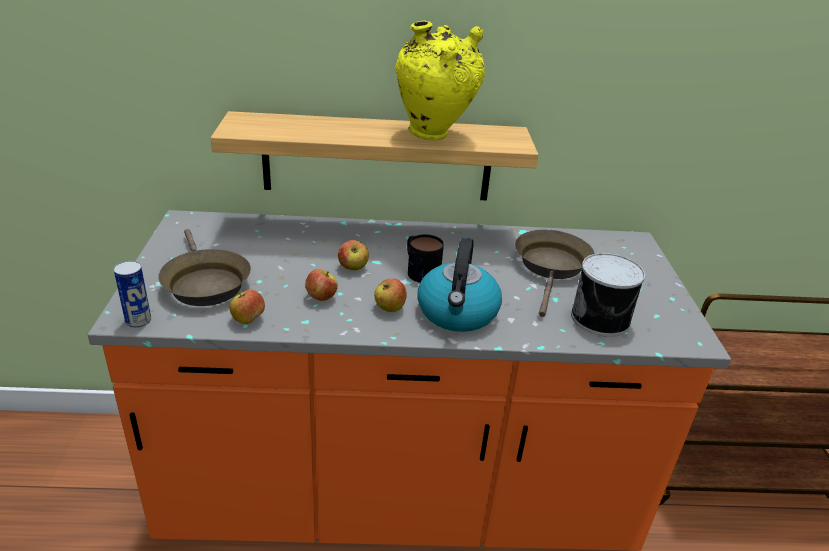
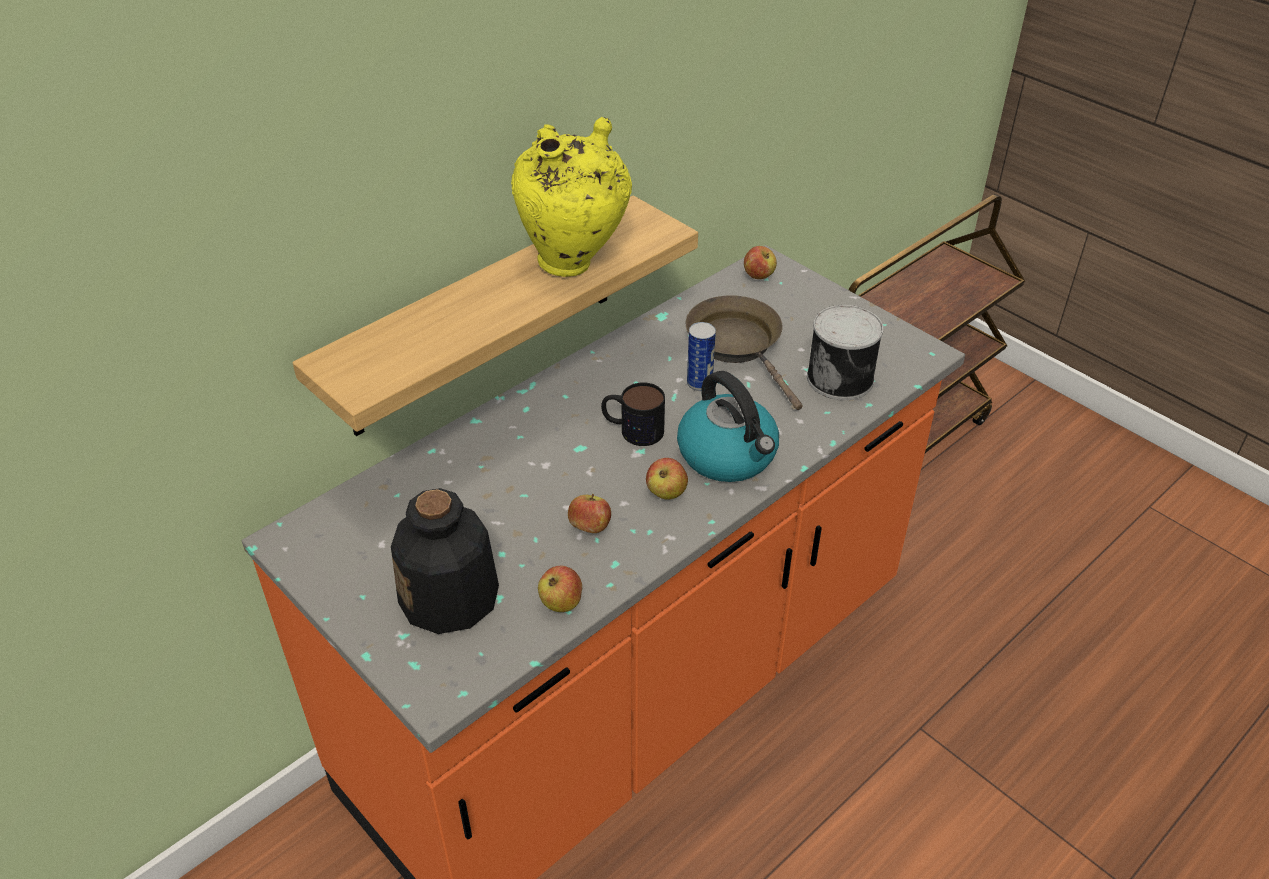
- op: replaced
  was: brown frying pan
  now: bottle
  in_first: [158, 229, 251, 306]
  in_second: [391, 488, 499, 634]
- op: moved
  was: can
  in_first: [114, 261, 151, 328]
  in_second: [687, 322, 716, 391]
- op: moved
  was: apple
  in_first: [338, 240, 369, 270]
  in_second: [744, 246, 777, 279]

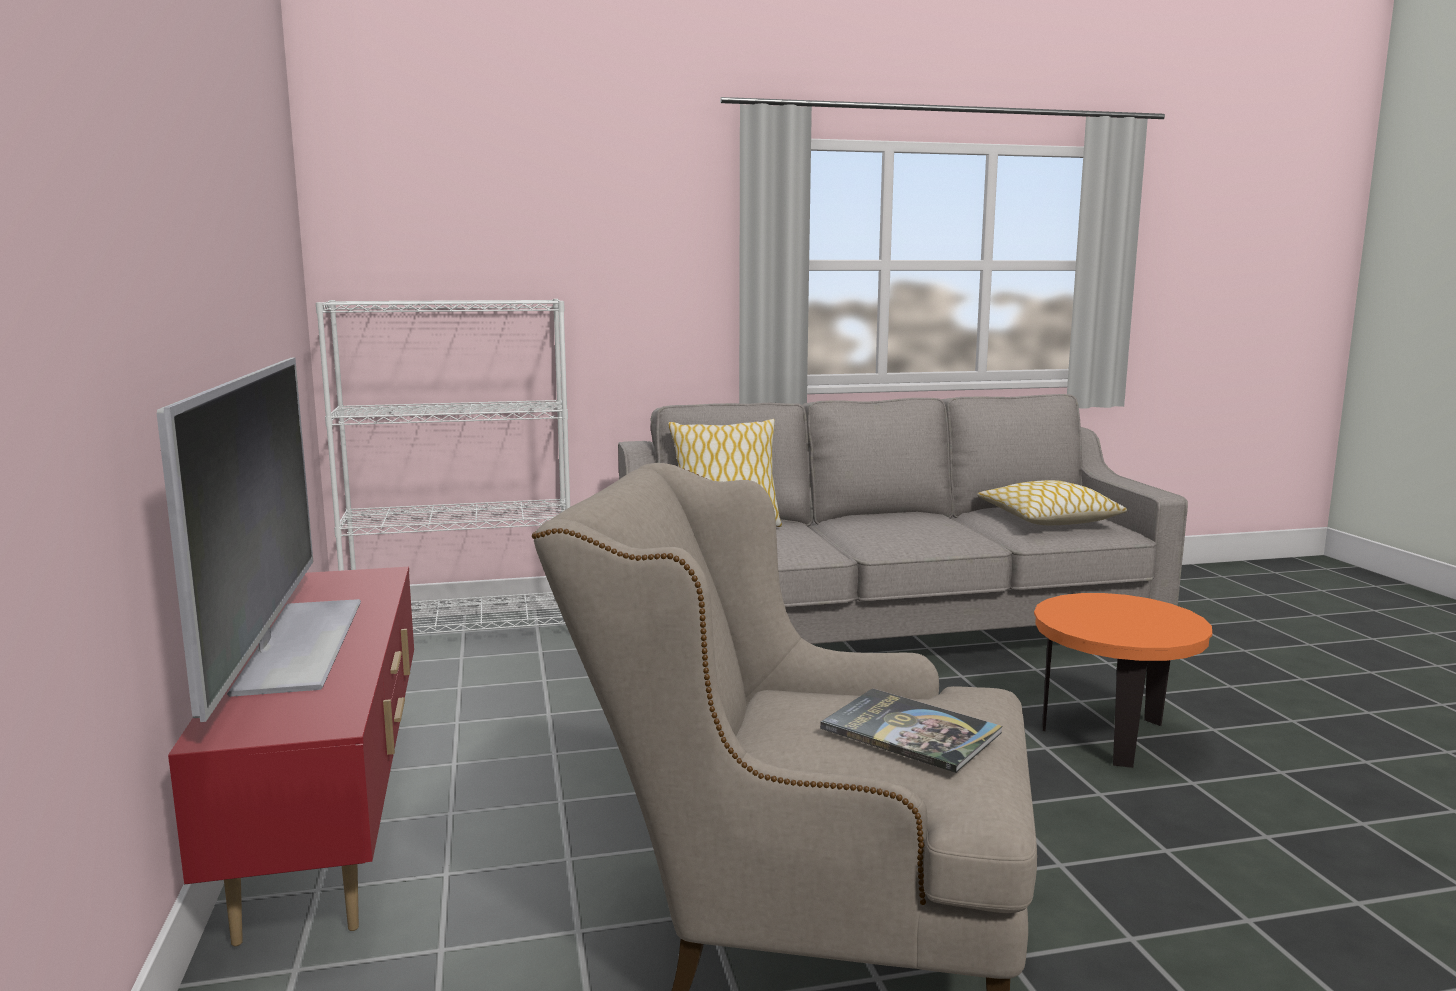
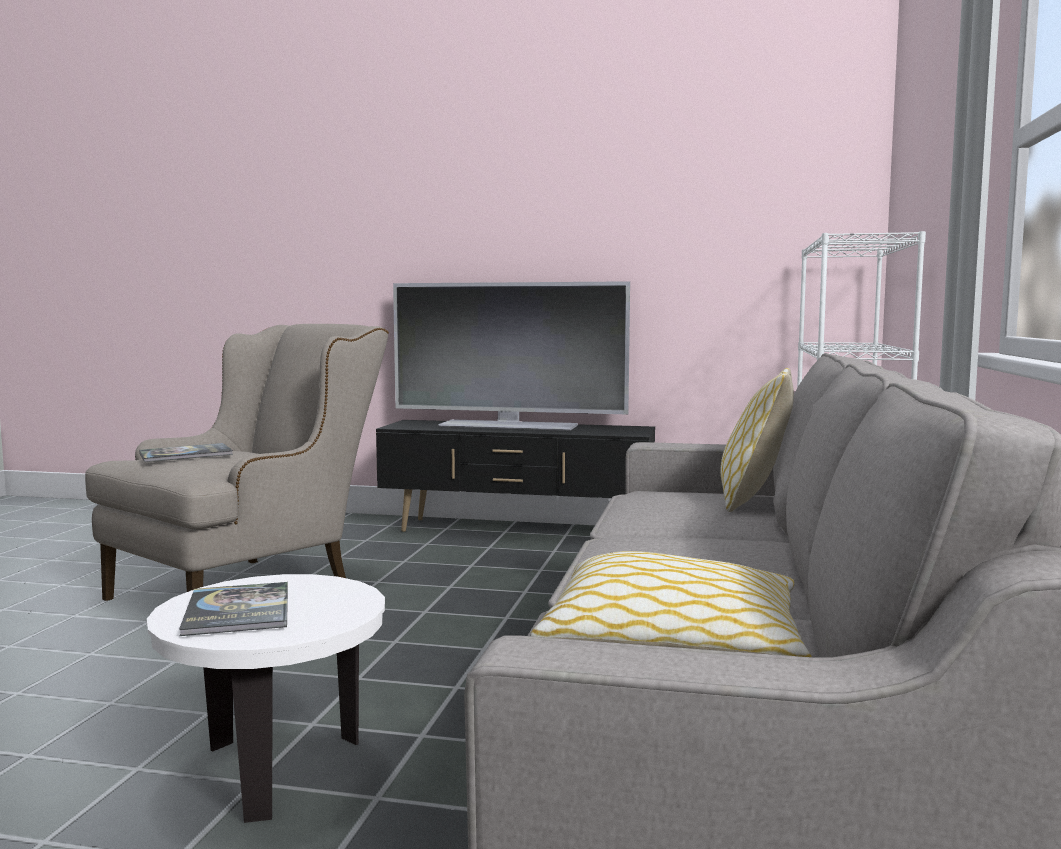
- op: recoloured
  was: orange side table
  now: white side table
  in_first: [1034, 593, 1212, 768]
  in_second: [147, 574, 385, 823]
- op: added
  now: book
  in_second: [179, 582, 288, 636]
- op: recoloured
  was: red tv stand
  now: black tv stand
  in_first: [168, 567, 414, 946]
  in_second: [376, 420, 655, 532]

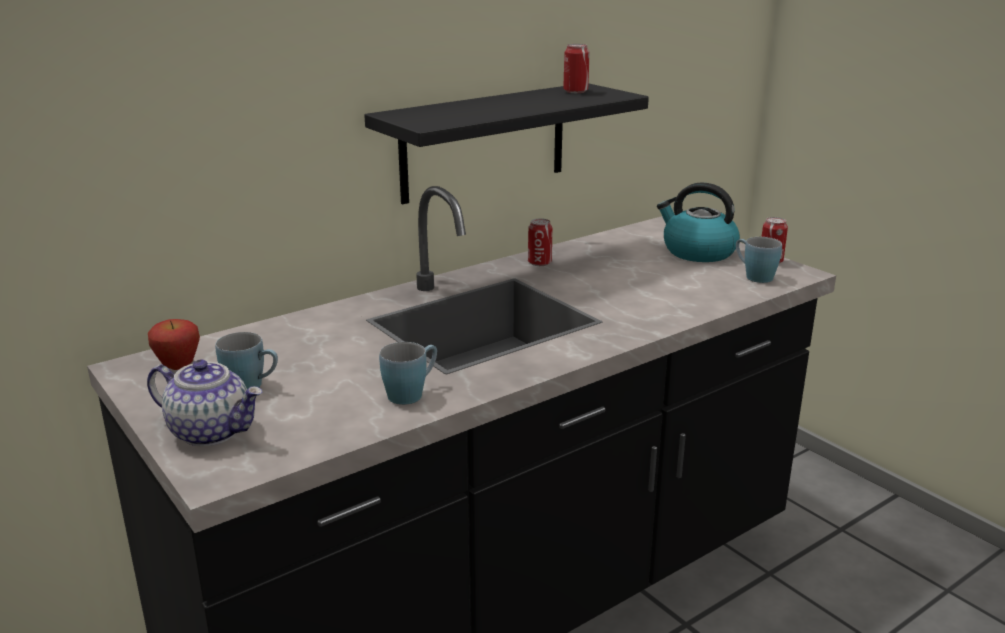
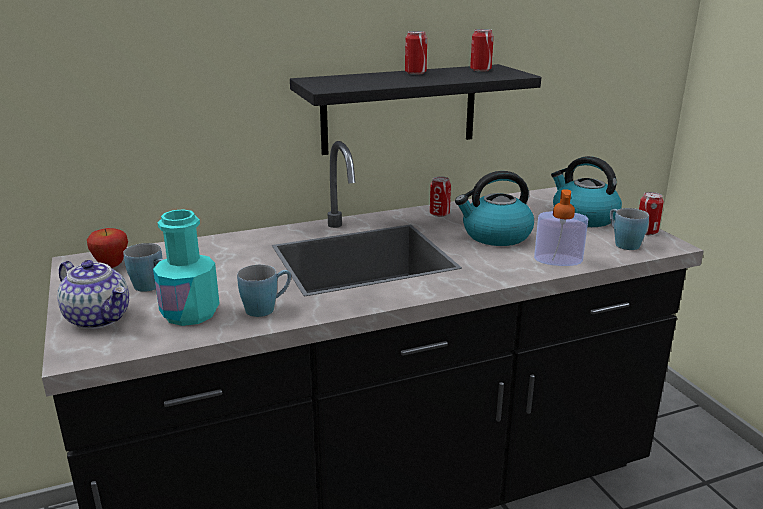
- op: added
  now: turquoise bottle
  in_second: [153, 209, 220, 326]
- op: added
  now: can
  in_second: [405, 31, 427, 75]
- op: added
  now: kettle
  in_second: [455, 171, 534, 246]
- op: added
  now: soap dispenser
  in_second: [534, 189, 588, 266]

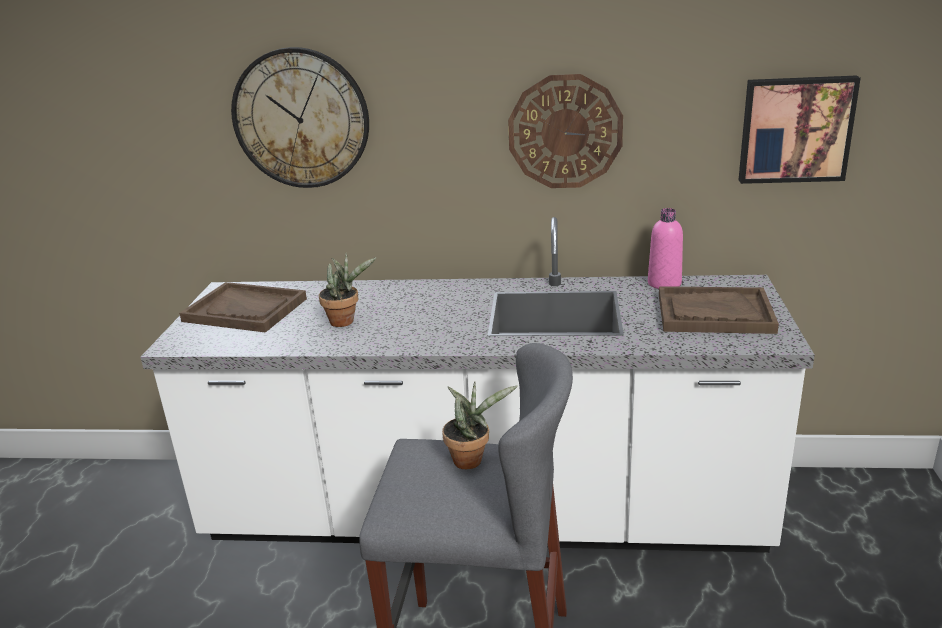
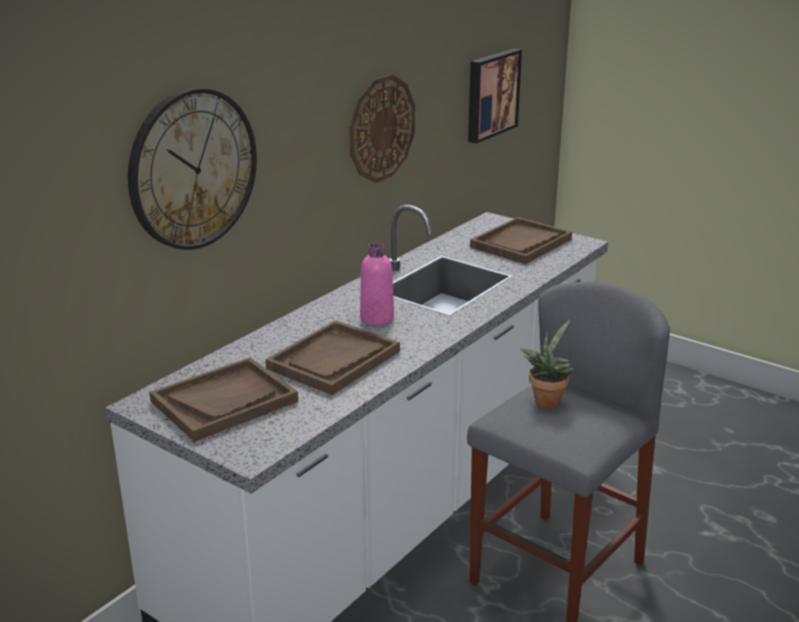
- op: replaced
  was: potted plant
  now: brown tray
  in_first: [319, 252, 376, 327]
  in_second: [265, 320, 400, 395]
- op: moved
  was: pink bottle
  in_first: [648, 208, 683, 289]
  in_second: [360, 243, 394, 325]

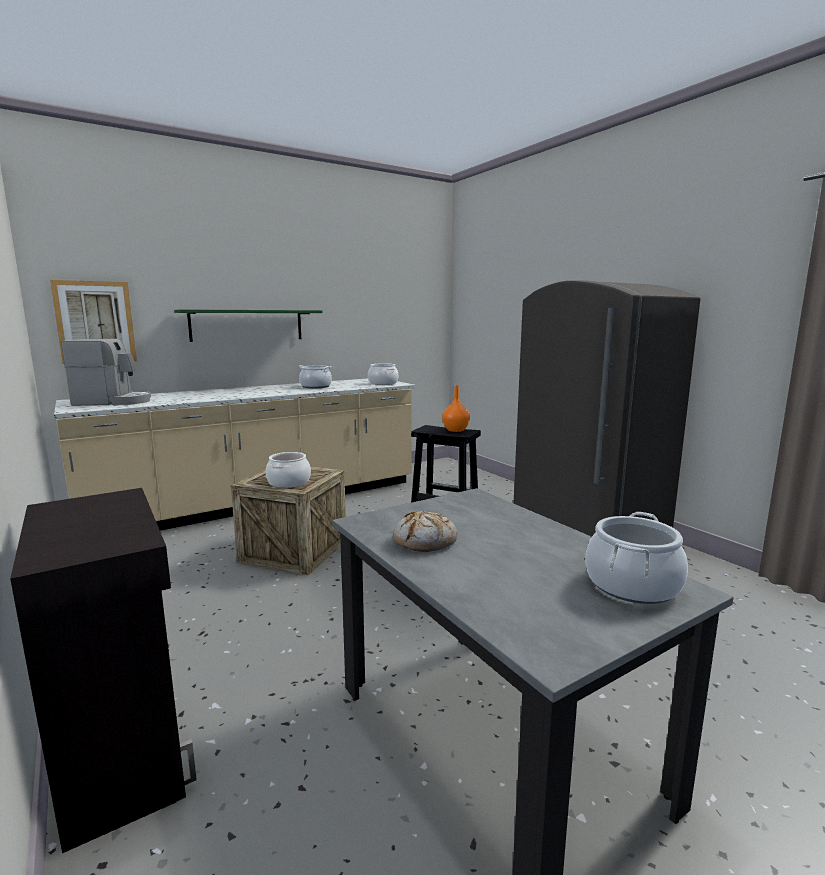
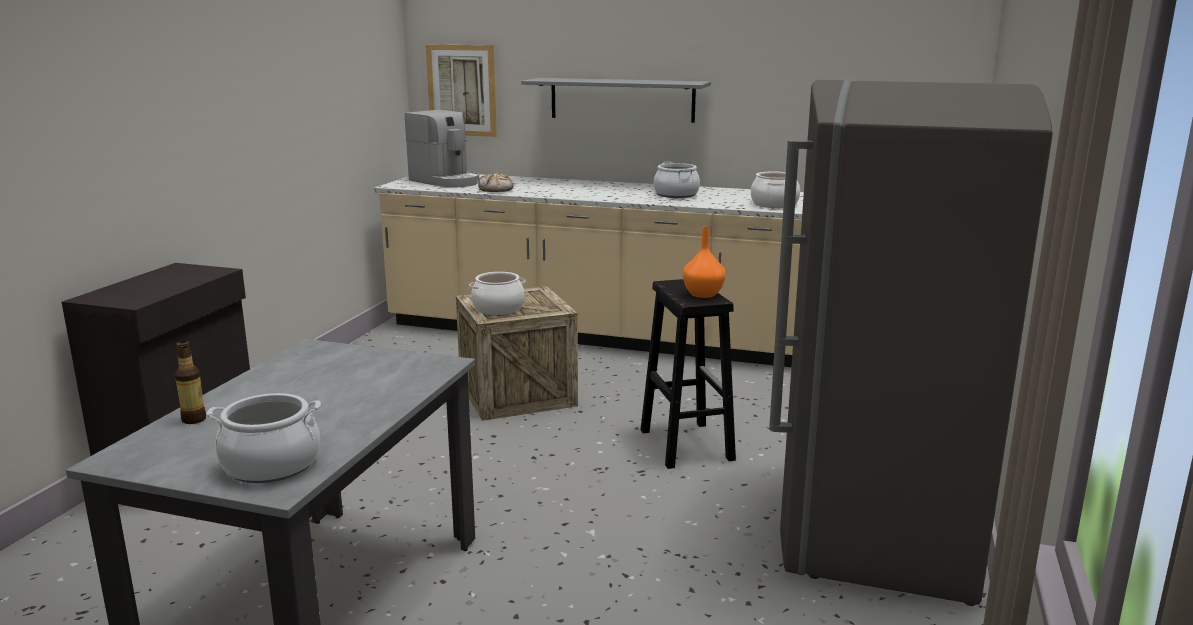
- op: added
  now: bottle
  in_second: [175, 341, 206, 424]
- op: moved
  was: bread
  in_first: [393, 511, 457, 552]
  in_second: [478, 173, 514, 192]
- op: recoloured
  was: green shelf
  now: grey shelf
  in_first: [174, 309, 323, 342]
  in_second: [521, 78, 711, 123]

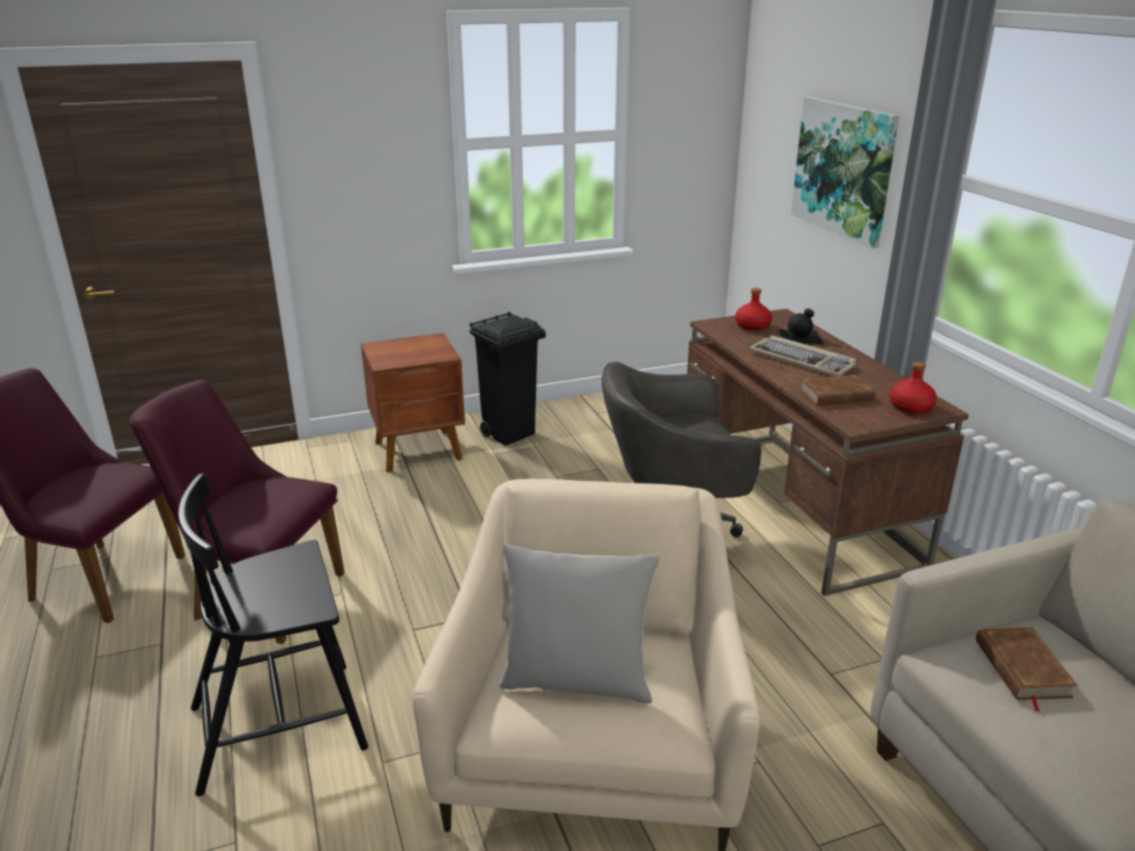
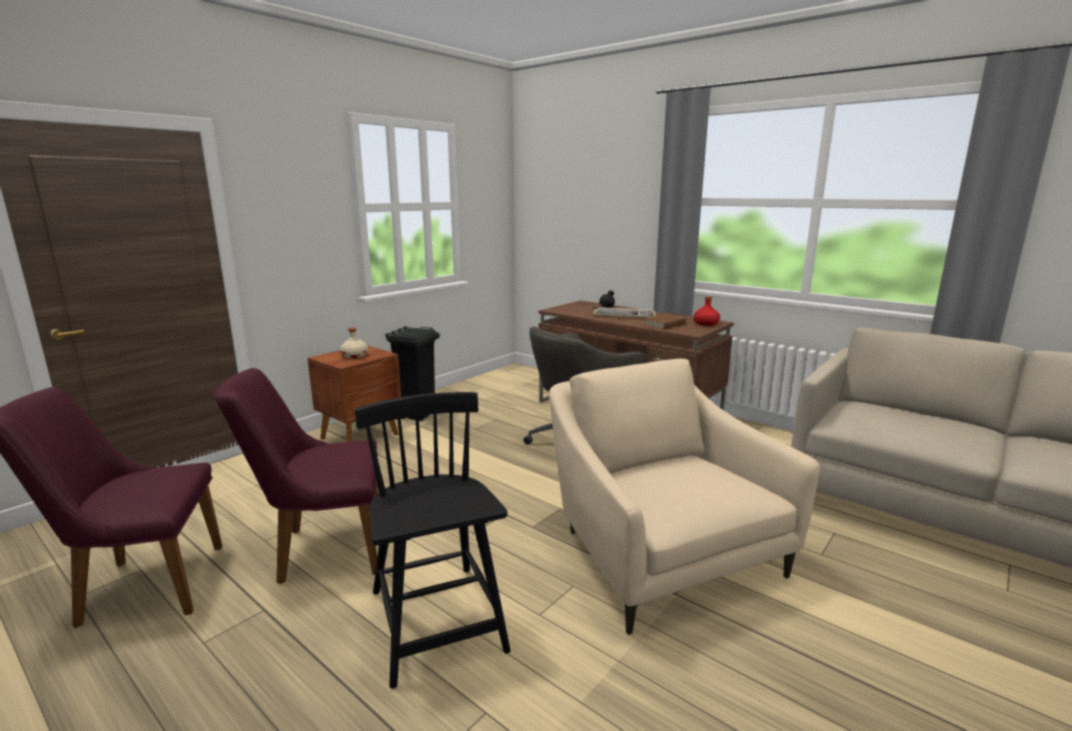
- op: added
  now: beige bottle
  in_second: [340, 327, 368, 359]
- op: turned
  was: black chair
  in_first: [178, 473, 368, 796]
  in_second: [355, 392, 511, 689]
  clockwise: 120
- op: removed
  was: grey pillow
  in_first: [499, 544, 660, 703]
- op: removed
  was: red bottle
  in_first: [735, 288, 772, 331]
- op: removed
  was: picture
  in_first: [791, 97, 899, 248]
- op: removed
  was: brown book
  in_first: [976, 628, 1078, 712]

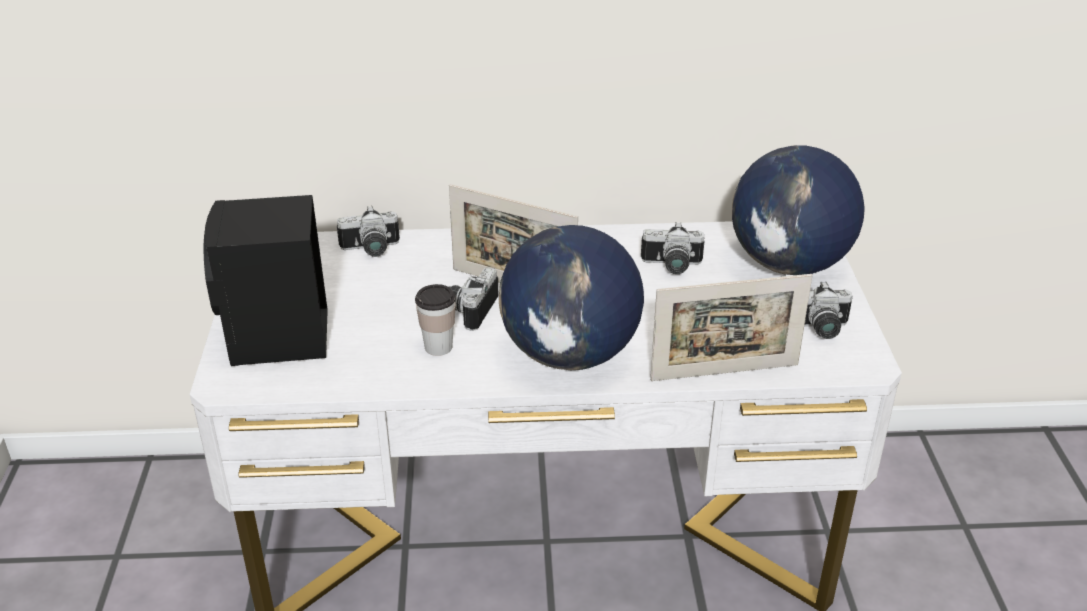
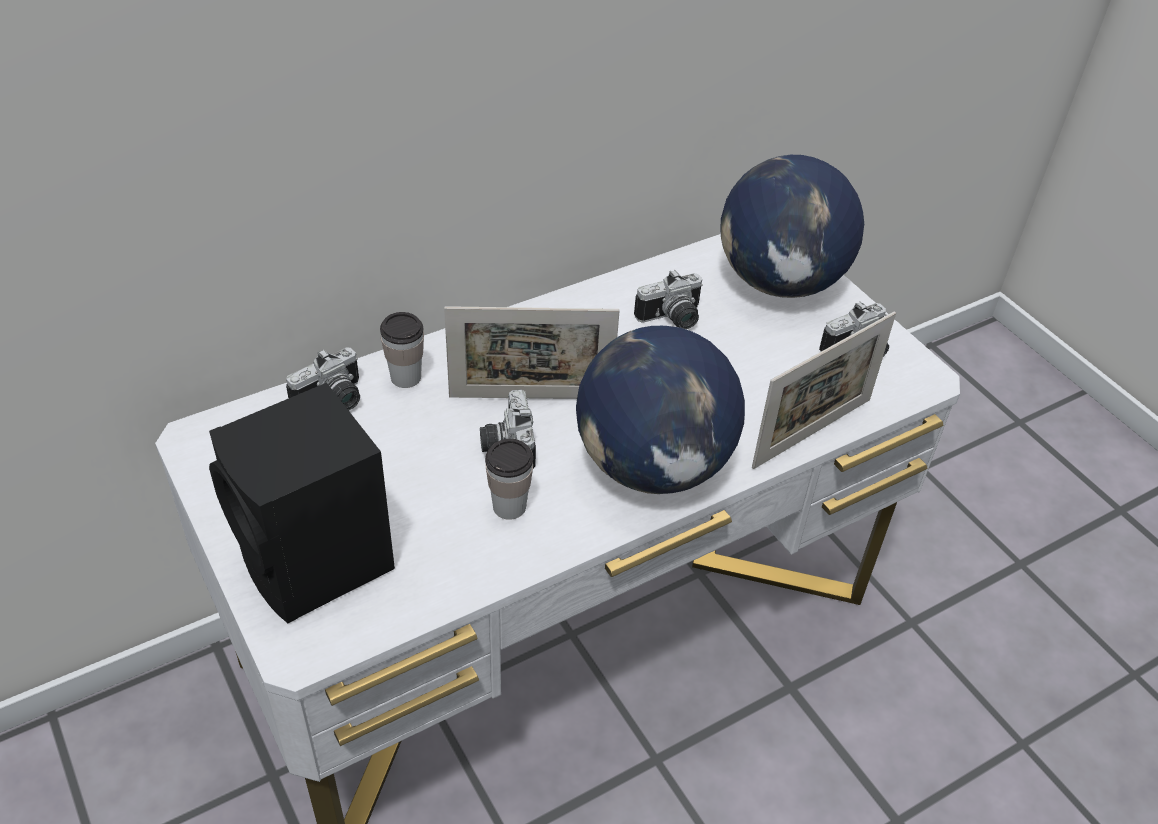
- op: added
  now: cup
  in_second: [380, 312, 424, 388]

